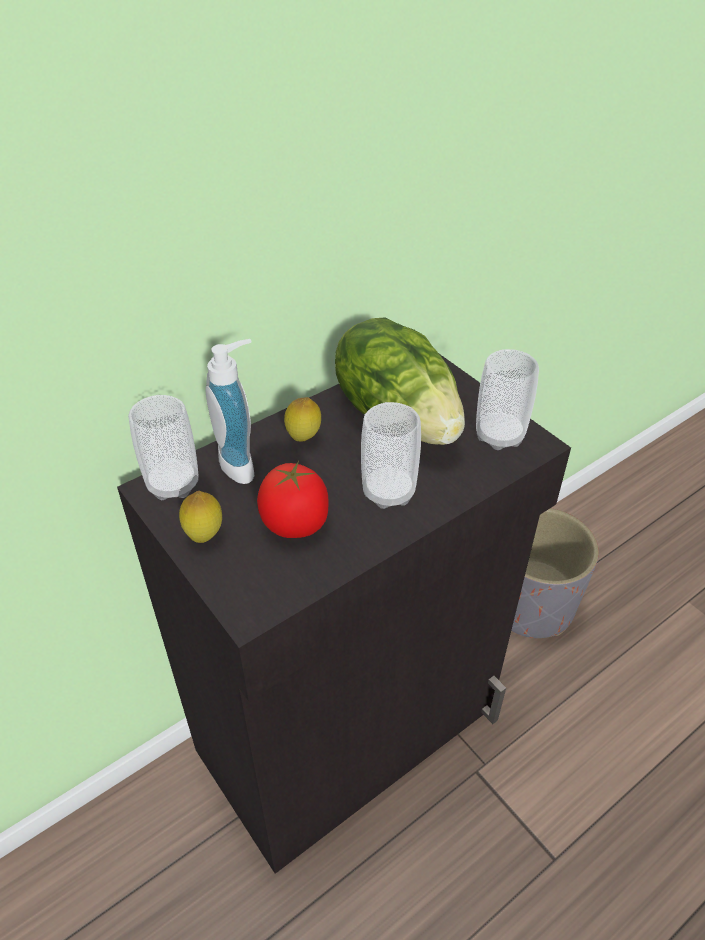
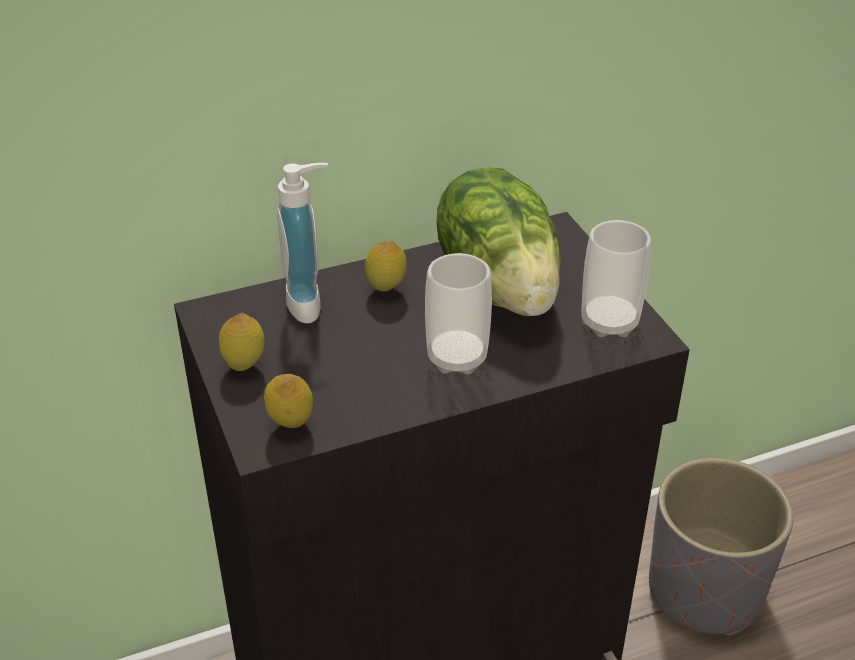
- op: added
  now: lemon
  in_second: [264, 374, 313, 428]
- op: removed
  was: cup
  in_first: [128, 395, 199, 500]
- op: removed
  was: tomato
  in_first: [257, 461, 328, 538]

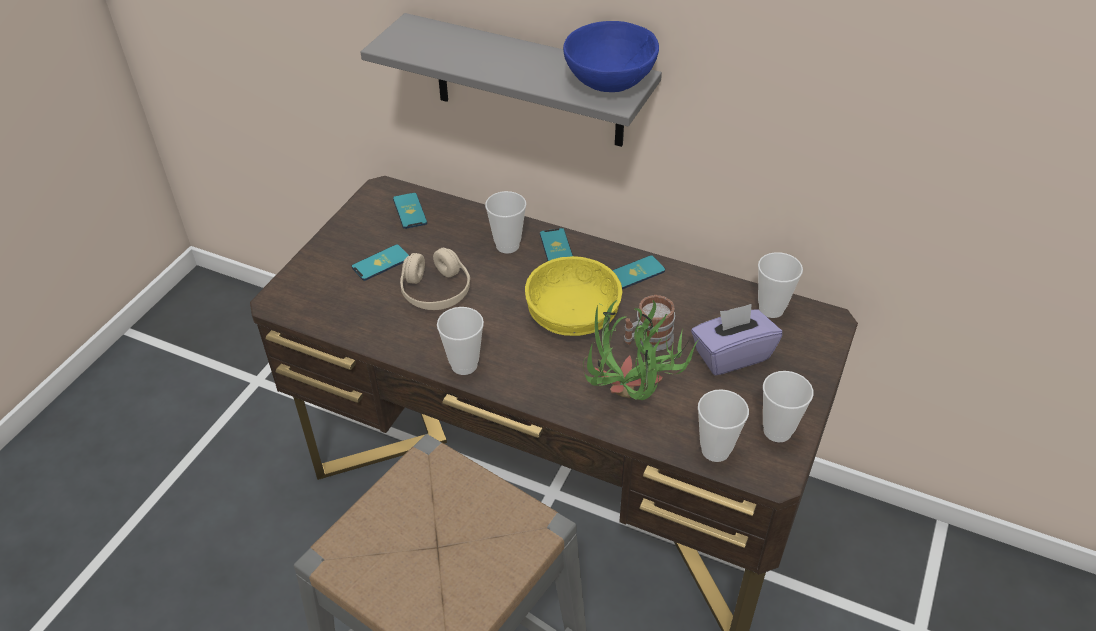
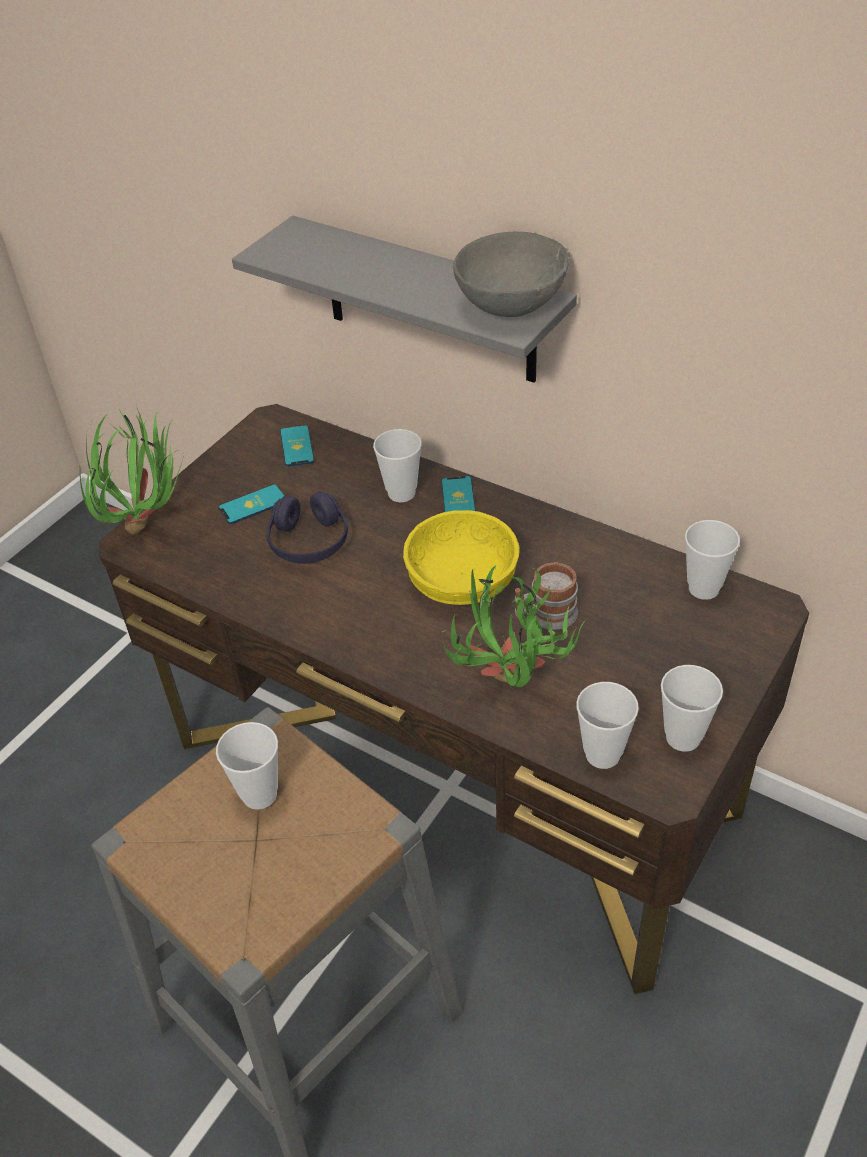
- op: added
  now: potted plant
  in_second: [80, 408, 184, 535]
- op: moved
  was: cup
  in_first: [437, 307, 484, 375]
  in_second: [216, 722, 278, 810]
- op: recoloured
  was: beige headphones
  now: purple headphones
  in_first: [400, 248, 470, 310]
  in_second: [266, 491, 348, 564]
- op: recoloured
  was: blue bowl
  now: grey bowl
  in_first: [563, 21, 659, 92]
  in_second: [453, 232, 569, 317]
- op: removed
  was: phone
  in_first: [612, 255, 665, 289]
- op: removed
  was: purple tissue box
  in_first: [691, 304, 782, 376]

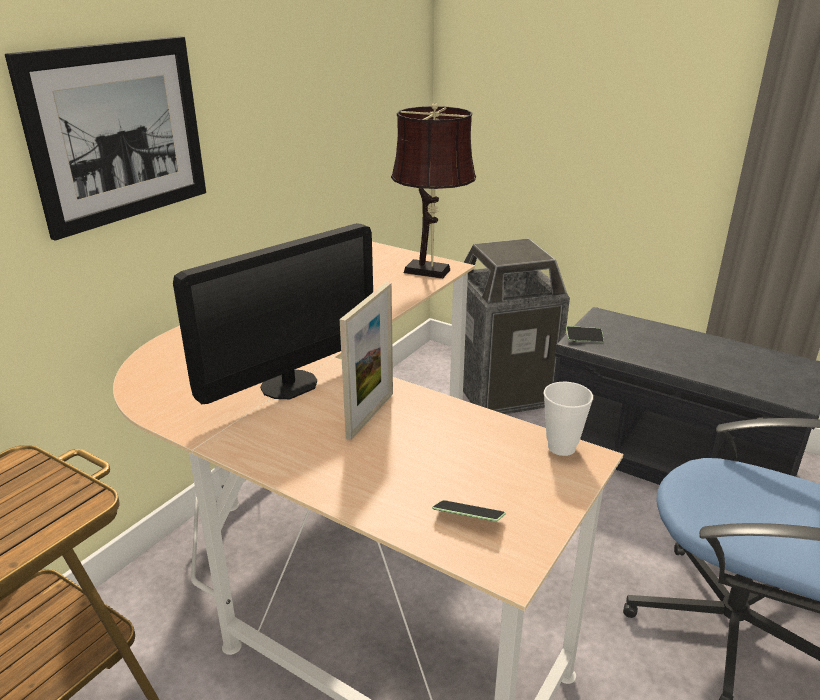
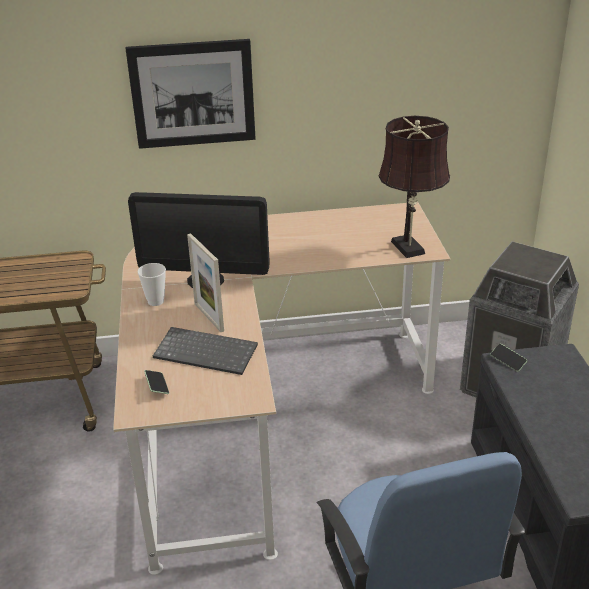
- op: moved
  was: cup
  in_first: [544, 382, 593, 456]
  in_second: [137, 263, 166, 306]
- op: added
  now: keyboard
  in_second: [153, 327, 258, 375]
- op: turned
  was: picture frame
  in_first: [340, 282, 393, 440]
  in_second: [187, 233, 224, 332]
  clockwise: 75

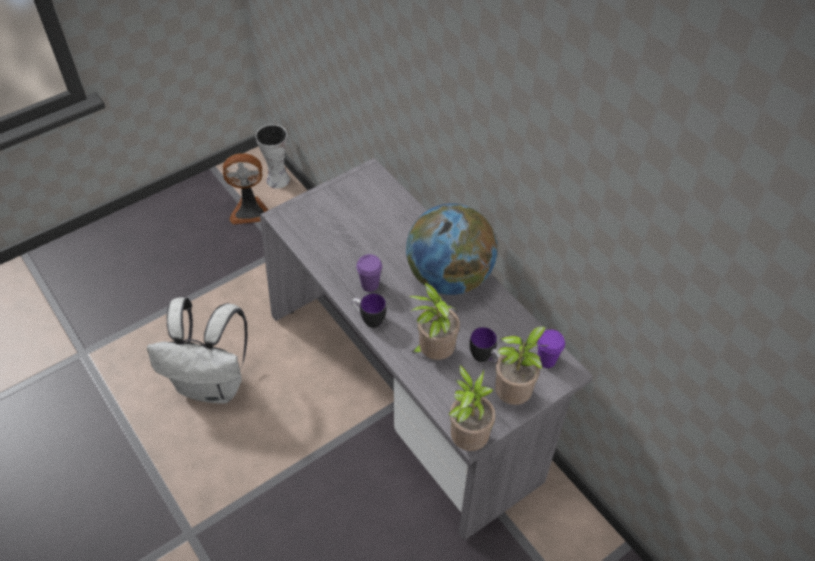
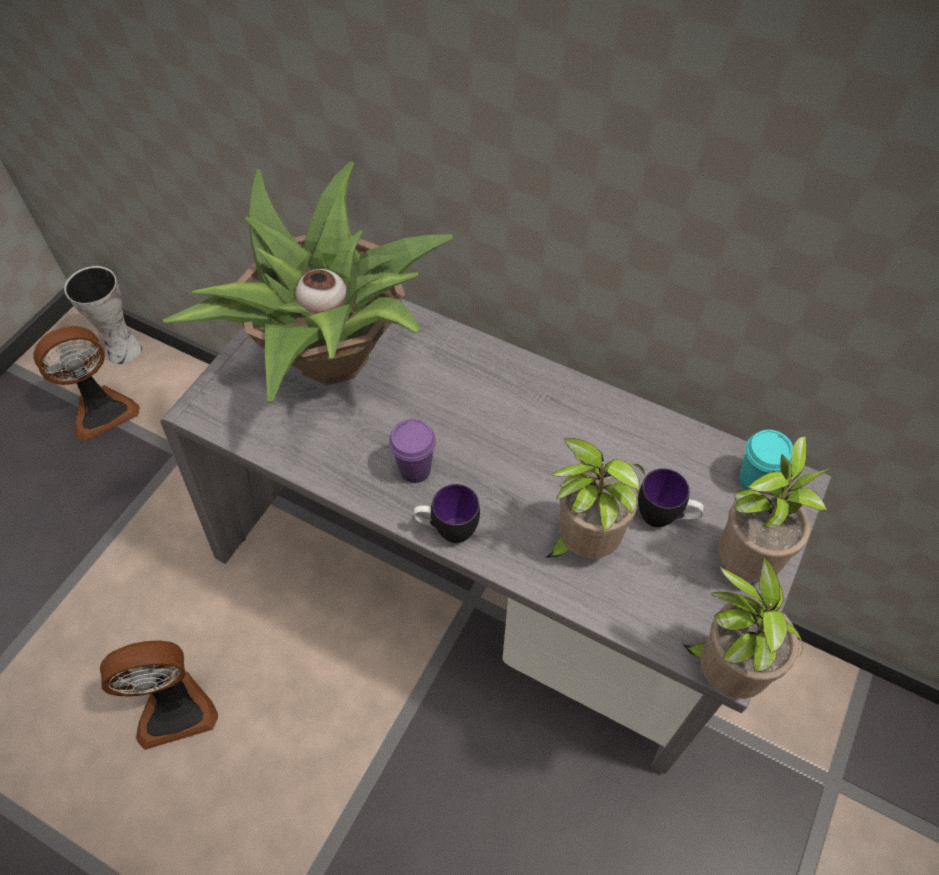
- op: replaced
  was: white backpack
  now: fan
  in_first: [147, 297, 247, 404]
  in_second: [100, 640, 218, 750]
- op: added
  now: potted plant
  in_second: [163, 161, 453, 403]
- op: recoloured
  was: purple cup
  now: turquoise cup
  in_first: [537, 329, 565, 368]
  in_second: [739, 430, 793, 490]
- op: removed
  was: globe
  in_first: [406, 203, 497, 295]

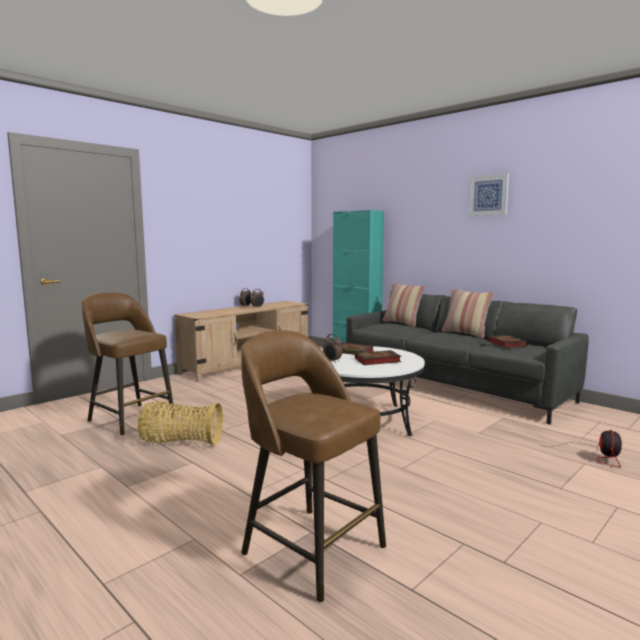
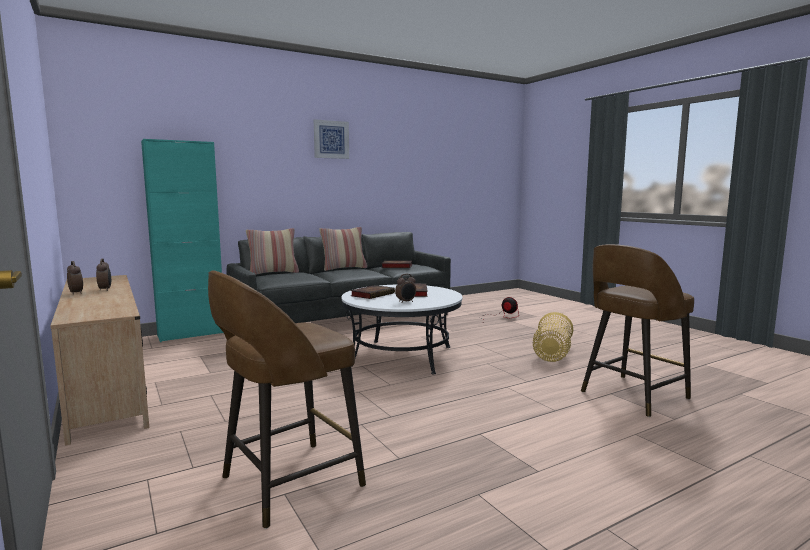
- op: moved
  was: basket
  in_first: [138, 401, 223, 446]
  in_second: [533, 312, 573, 362]

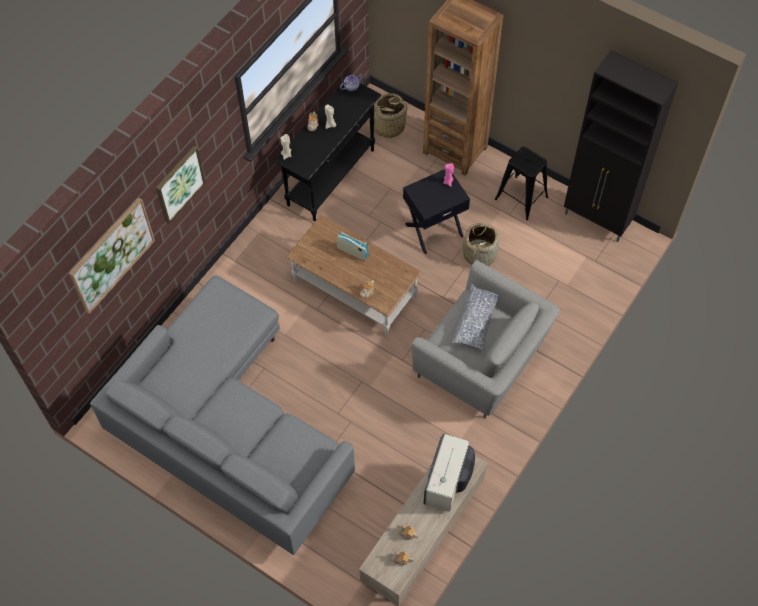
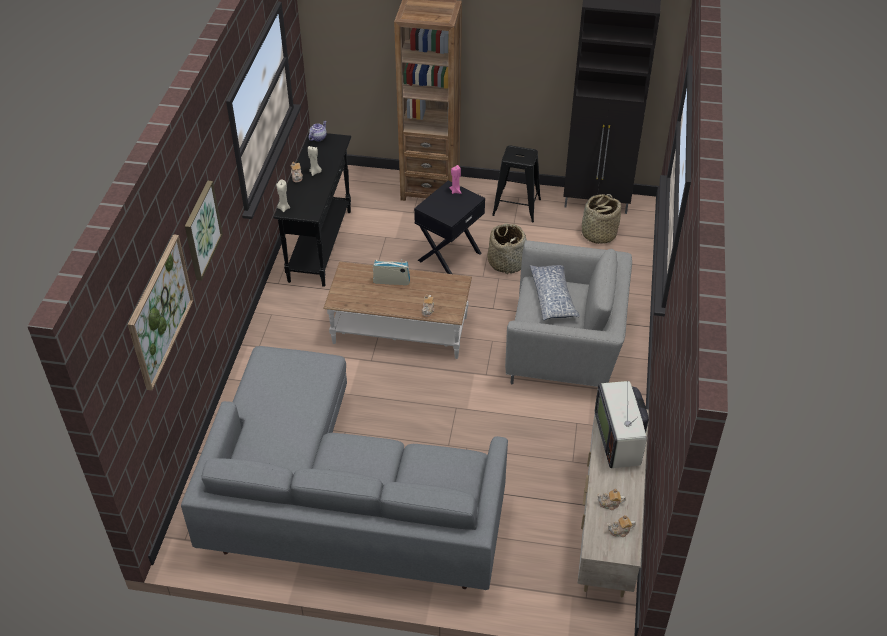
- op: moved
  was: basket
  in_first: [367, 93, 408, 138]
  in_second: [581, 194, 621, 244]

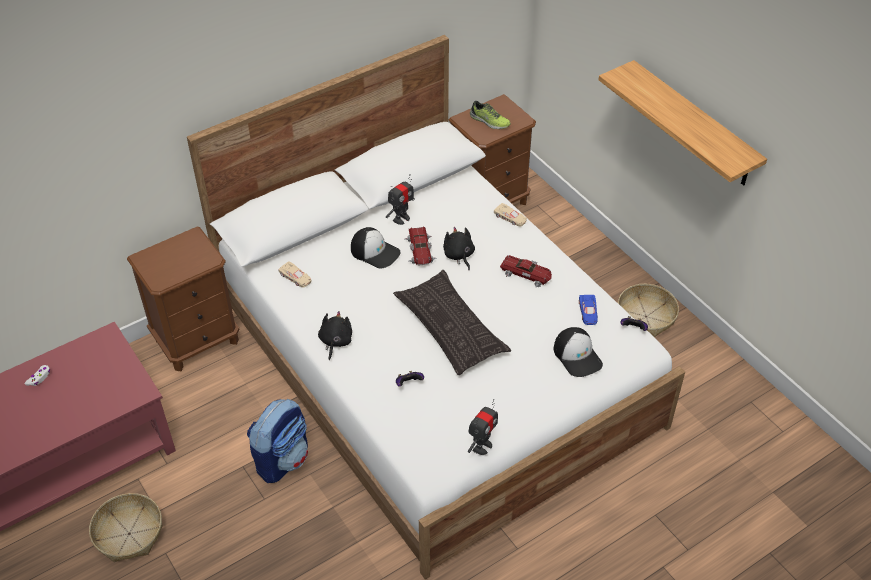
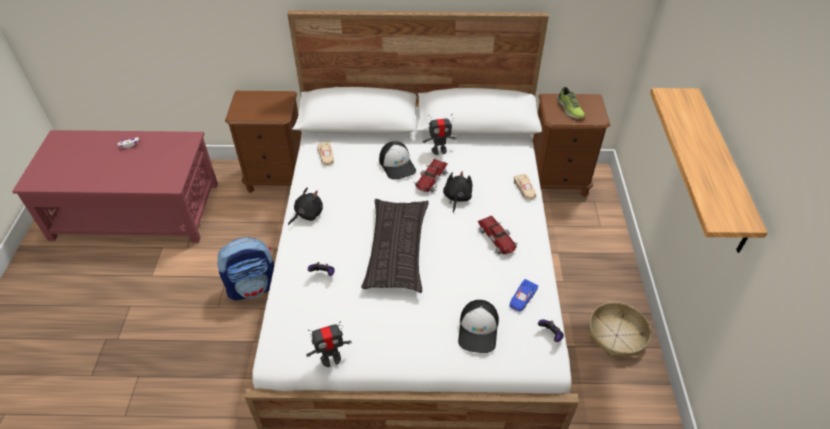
- op: removed
  was: basket
  in_first: [89, 493, 163, 562]

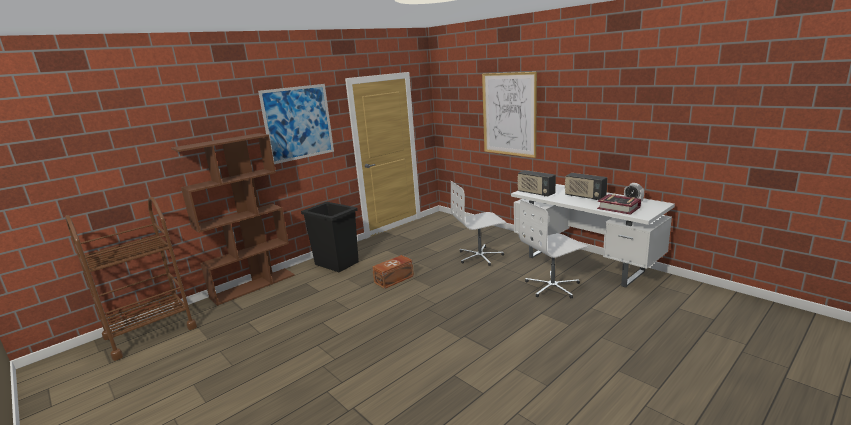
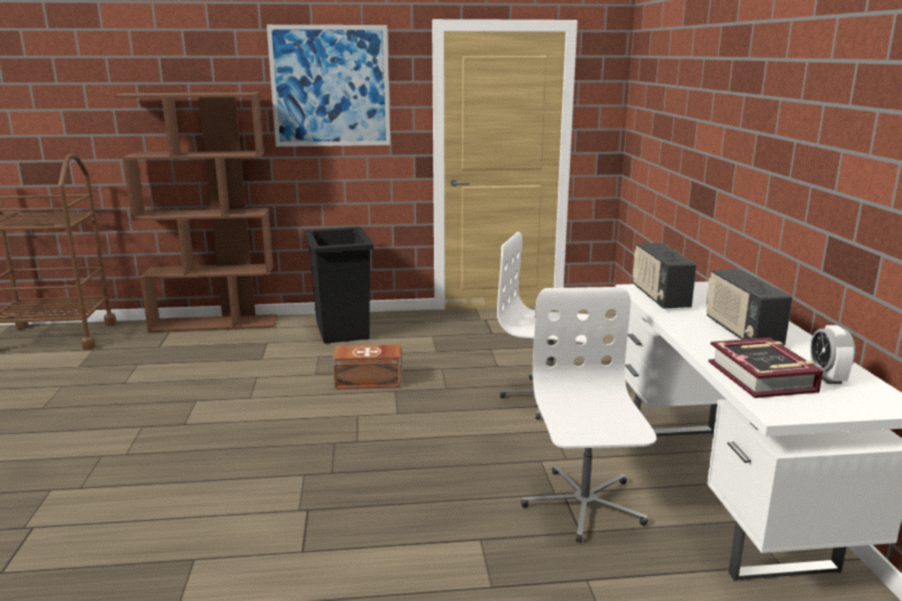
- op: turned
  was: white office chair
  in_first: [519, 200, 588, 298]
  in_second: [521, 287, 657, 543]
  clockwise: 75
- op: removed
  was: picture
  in_first: [482, 72, 537, 158]

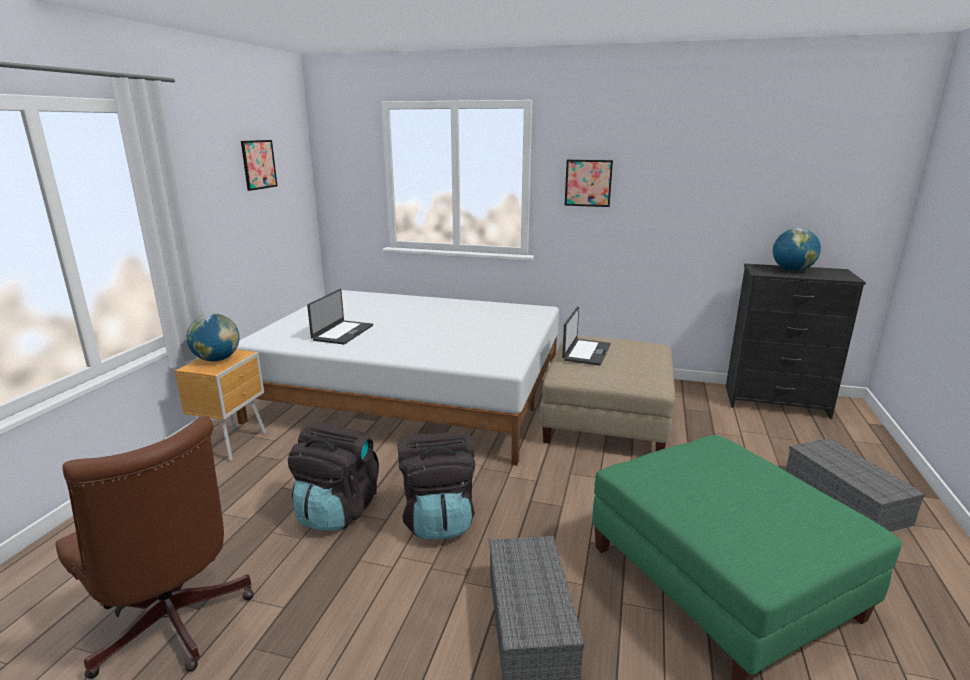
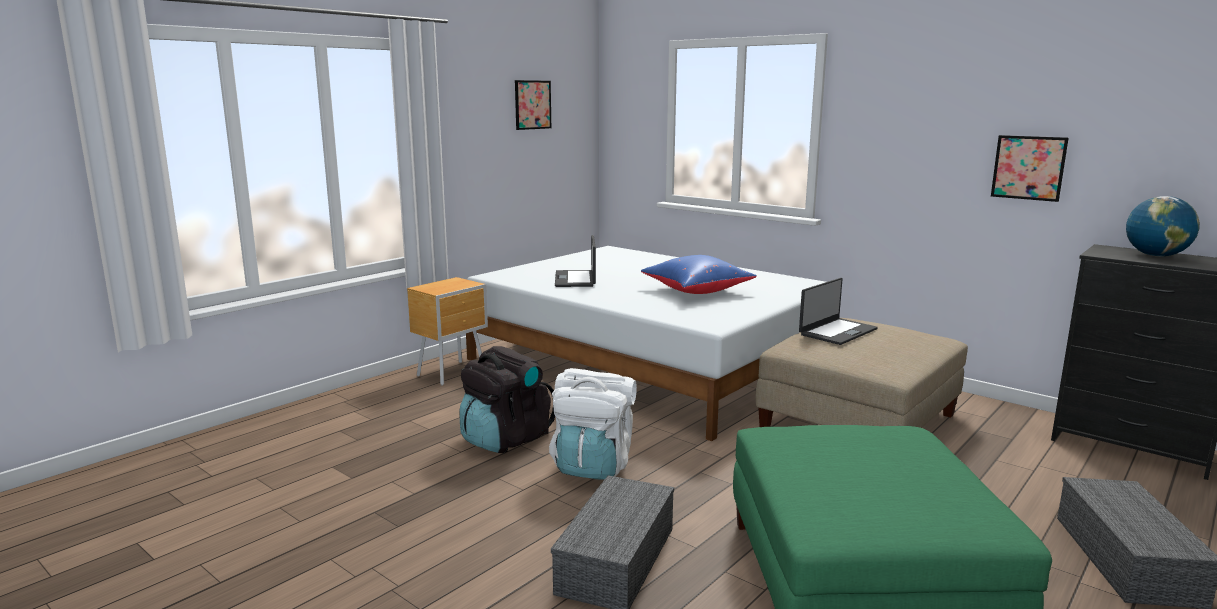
- op: recoloured
  was: black backpack
  now: white backpack
  in_first: [397, 433, 475, 540]
  in_second: [549, 368, 637, 479]
- op: turned
  was: laptop
  in_first: [307, 289, 373, 344]
  in_second: [555, 235, 596, 287]
  clockwise: 135
- op: added
  now: blue pillow
  in_second: [641, 255, 757, 294]
- op: moved
  was: picture
  in_first: [565, 160, 613, 207]
  in_second: [991, 135, 1068, 202]
- op: removed
  was: brown office chair
  in_first: [55, 416, 254, 679]
- op: removed
  was: globe
  in_first: [187, 314, 240, 362]

